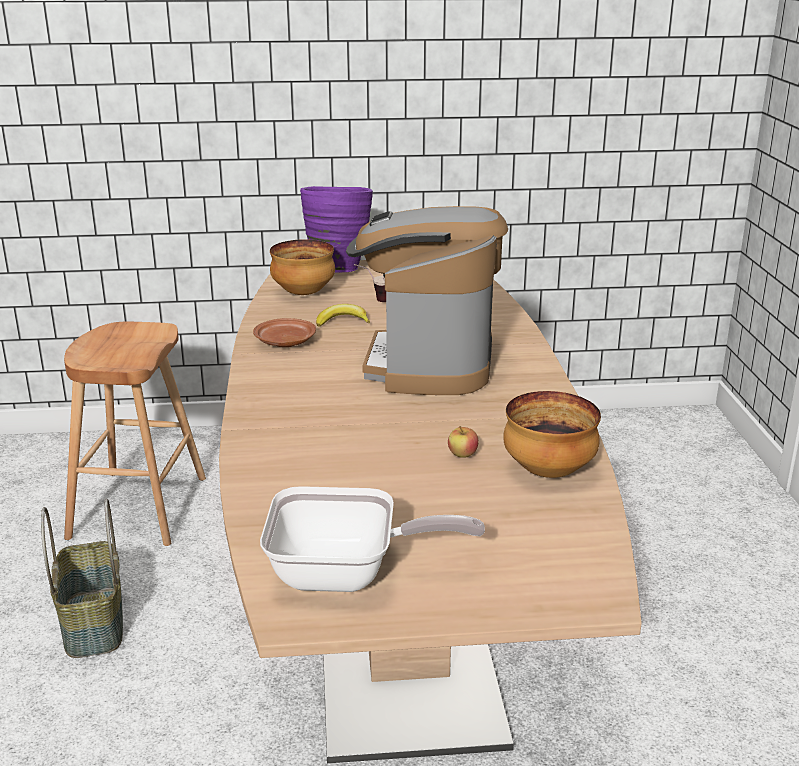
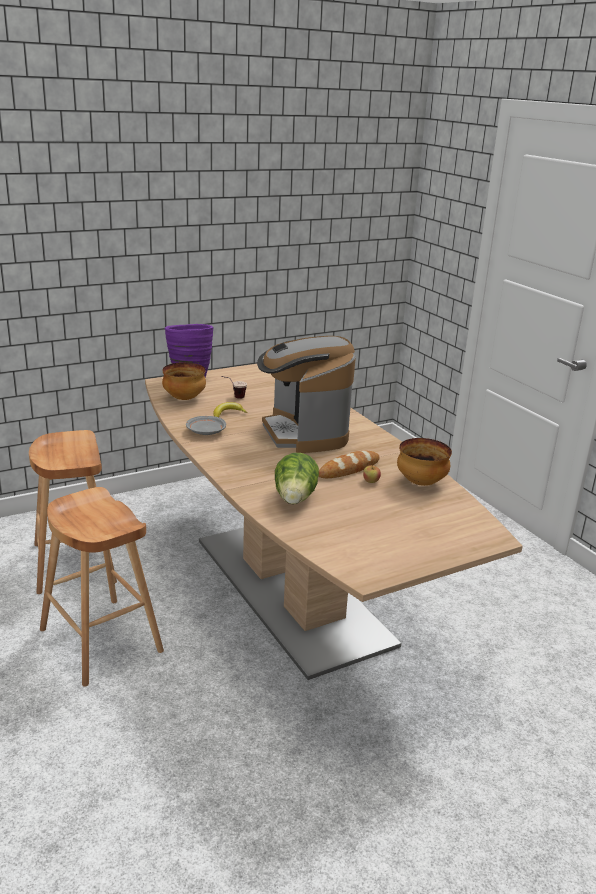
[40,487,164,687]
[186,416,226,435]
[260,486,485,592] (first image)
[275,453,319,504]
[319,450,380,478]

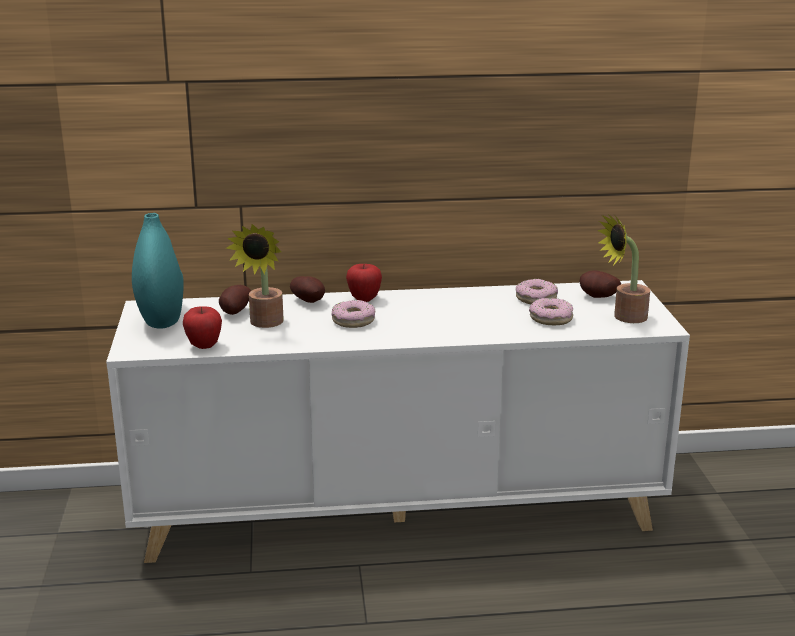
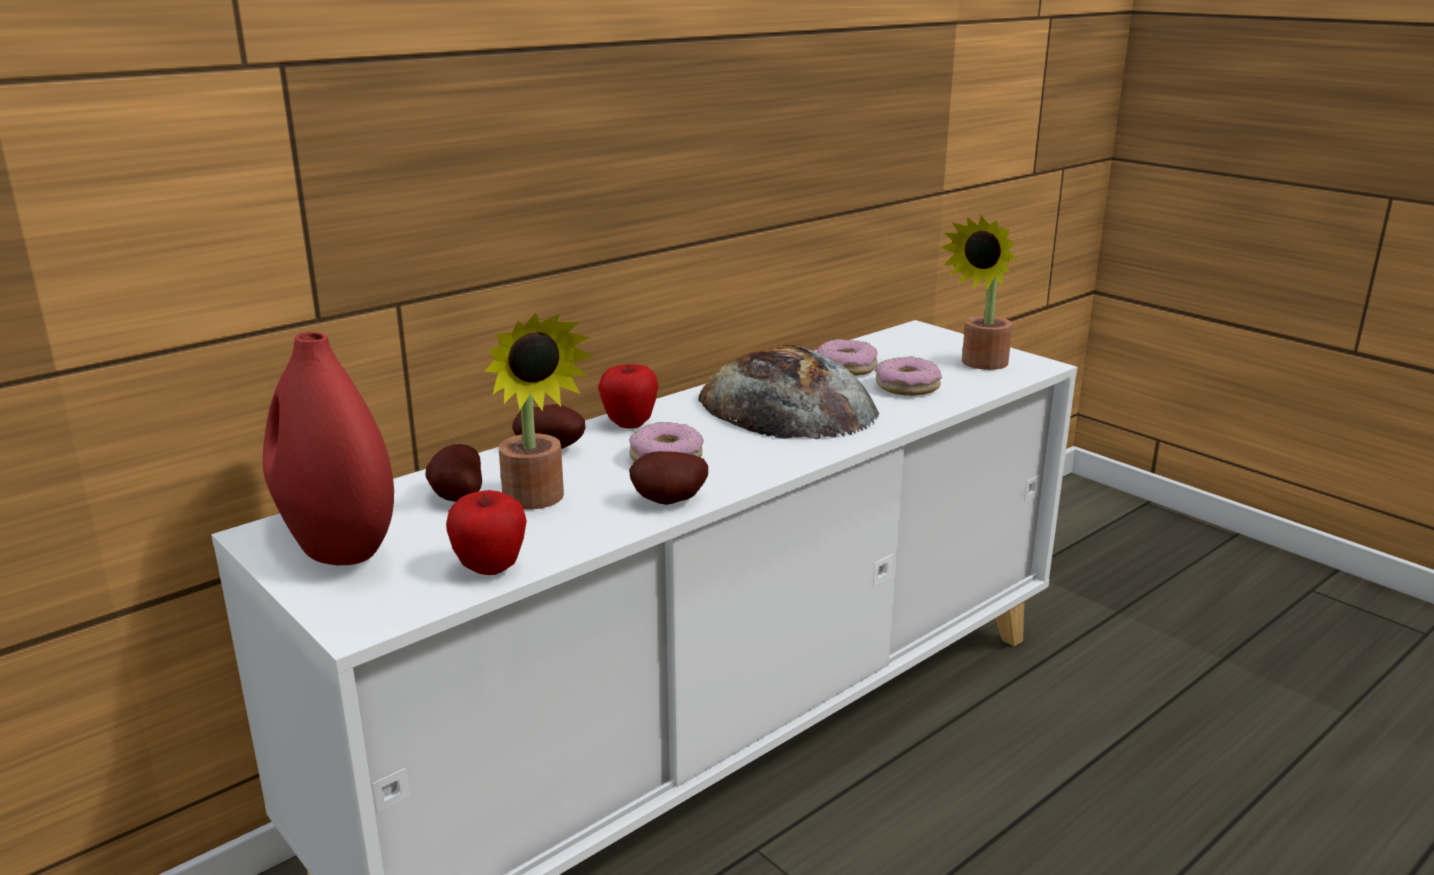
[263,332,394,565]
[629,451,708,505]
[698,345,879,439]

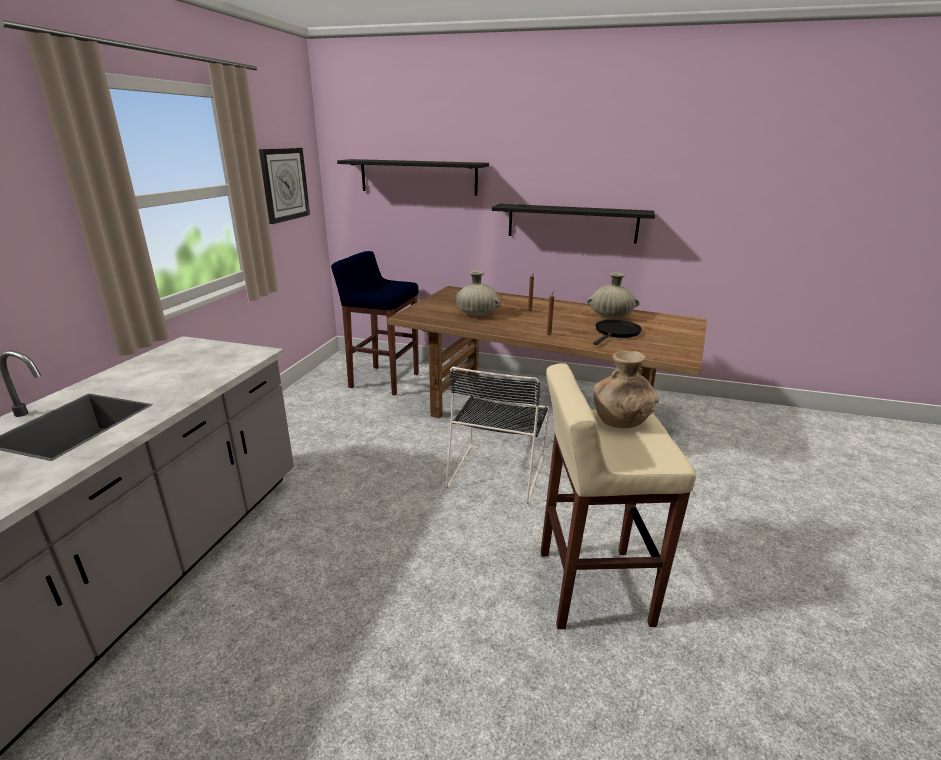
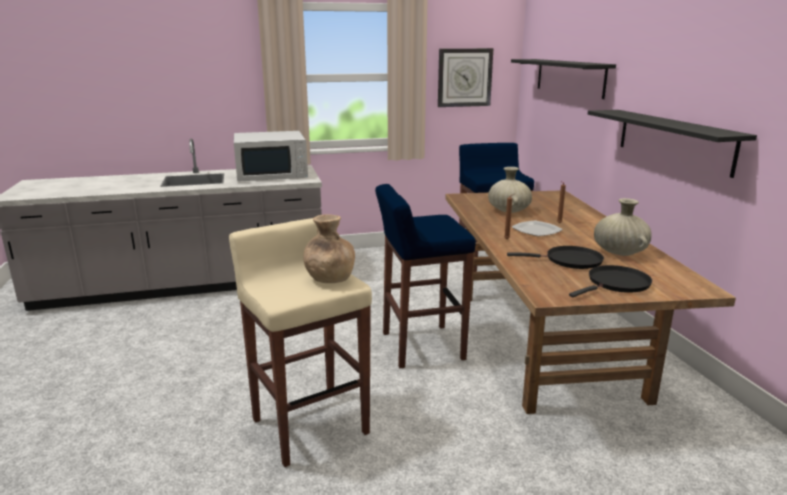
[375,184,476,368]
[234,131,308,182]
[512,220,563,236]
[569,265,652,297]

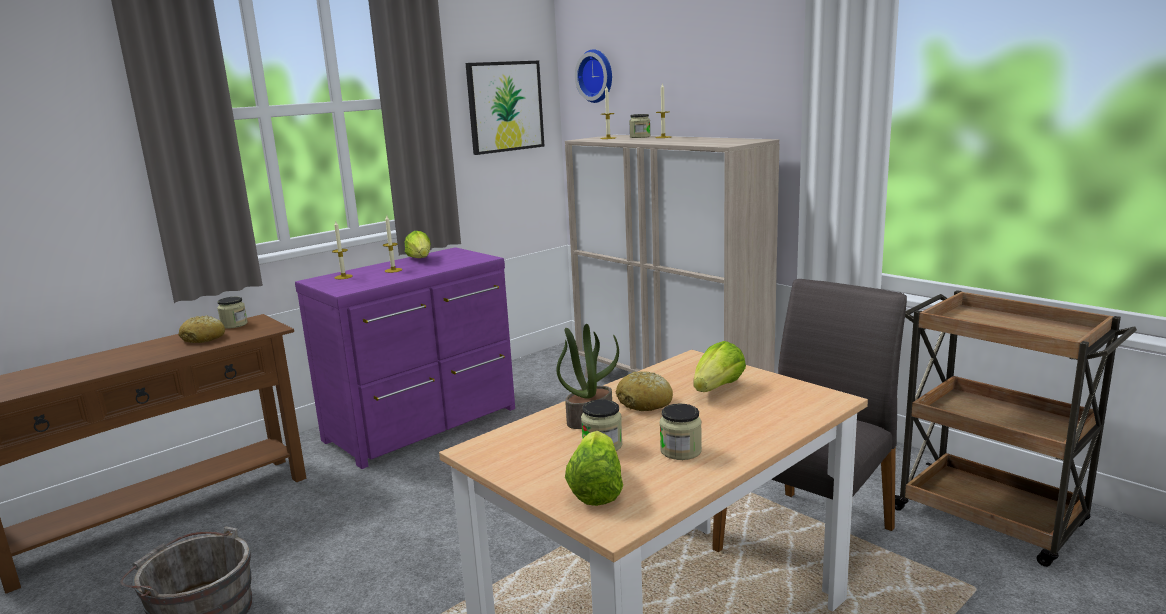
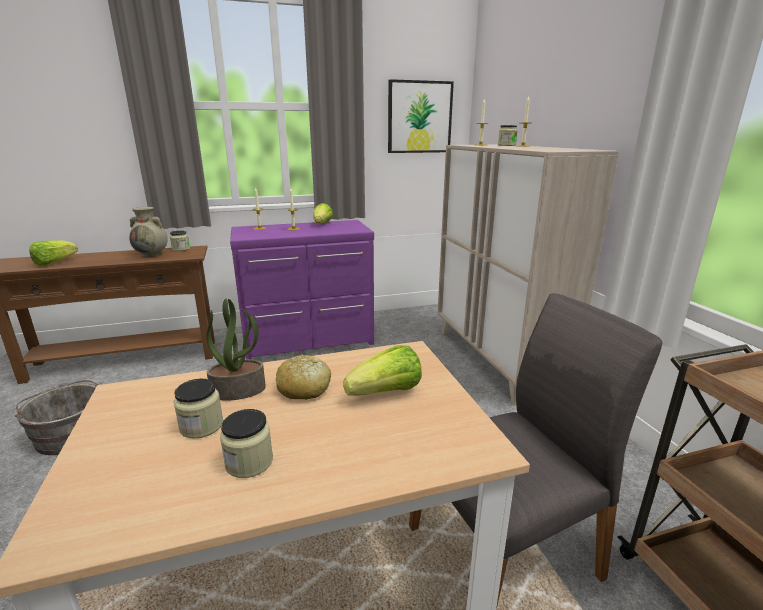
[129,207,168,257]
[29,240,78,266]
[575,49,612,103] (first image)

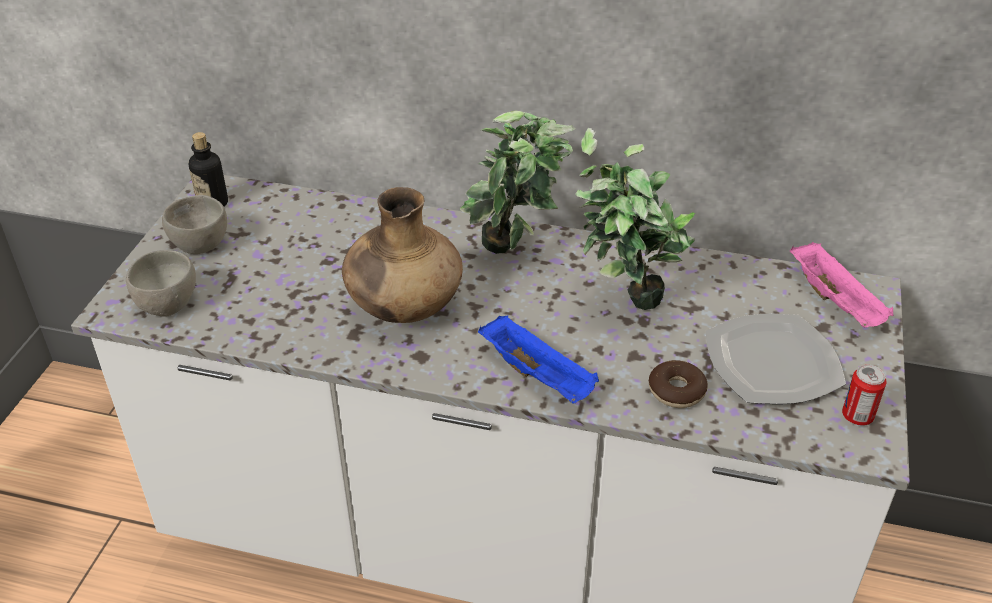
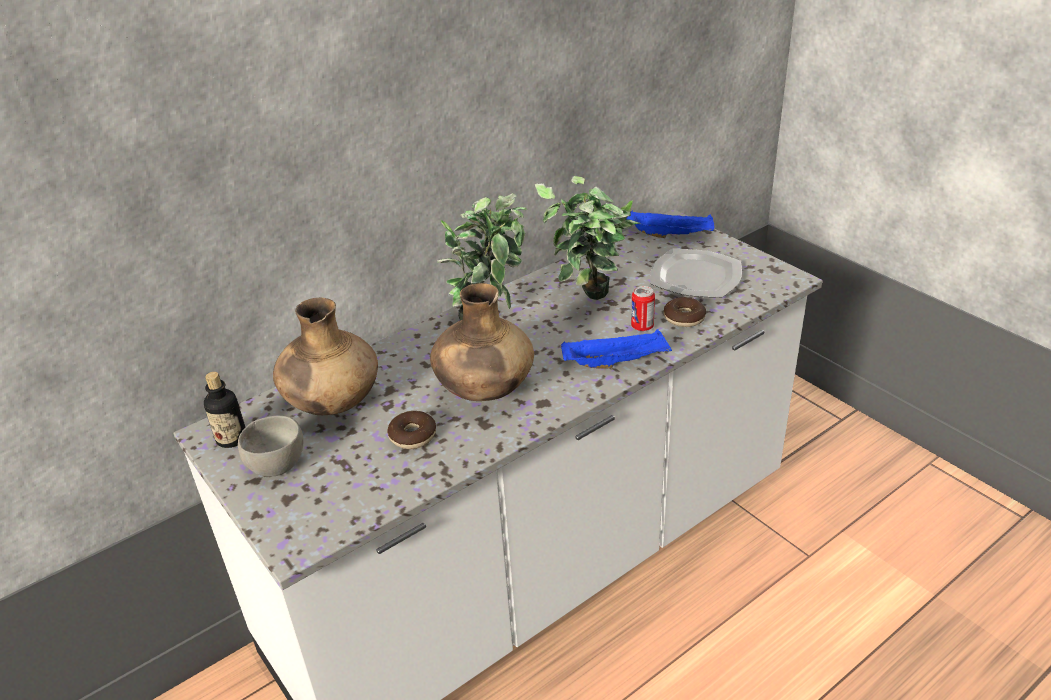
[126,250,196,317] (first image)
[626,210,714,238]
[631,286,655,331]
[273,298,378,415]
[387,411,436,449]

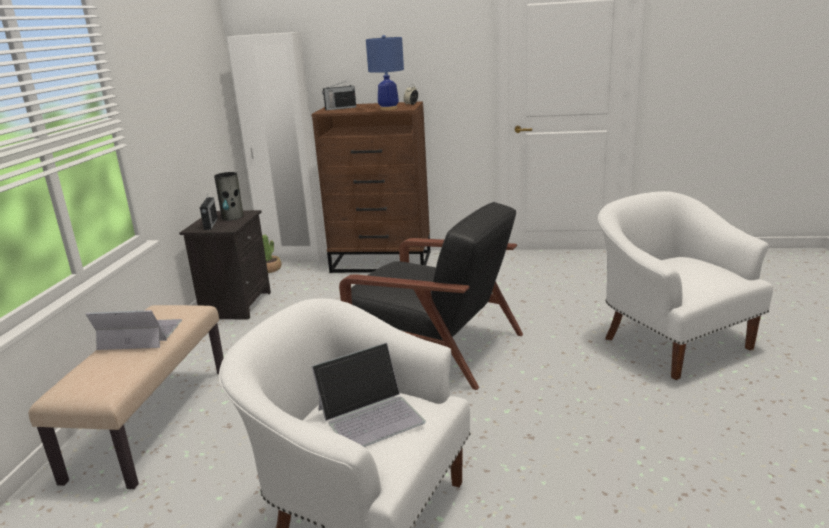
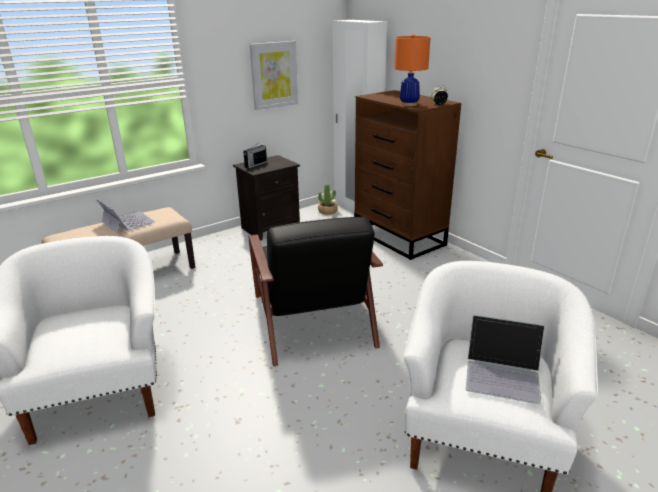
[214,172,244,220] (first image)
[466,315,545,404]
[322,81,356,110] (first image)
[394,34,430,106]
[250,41,298,110]

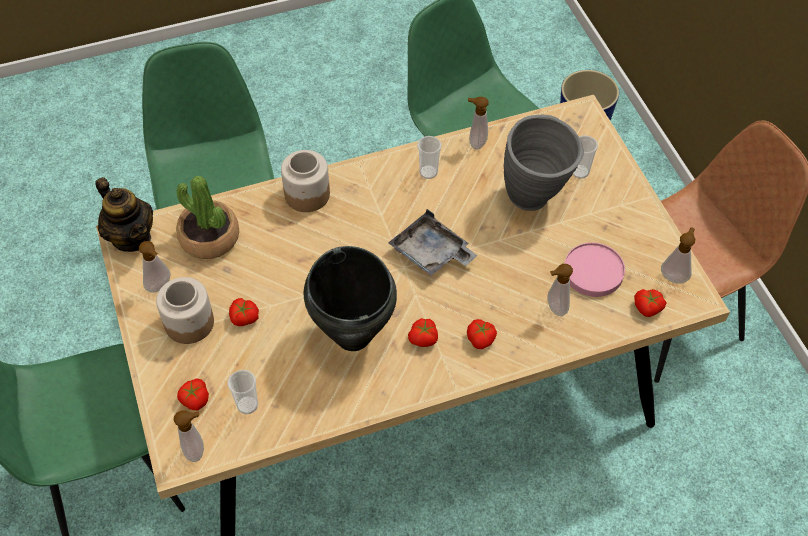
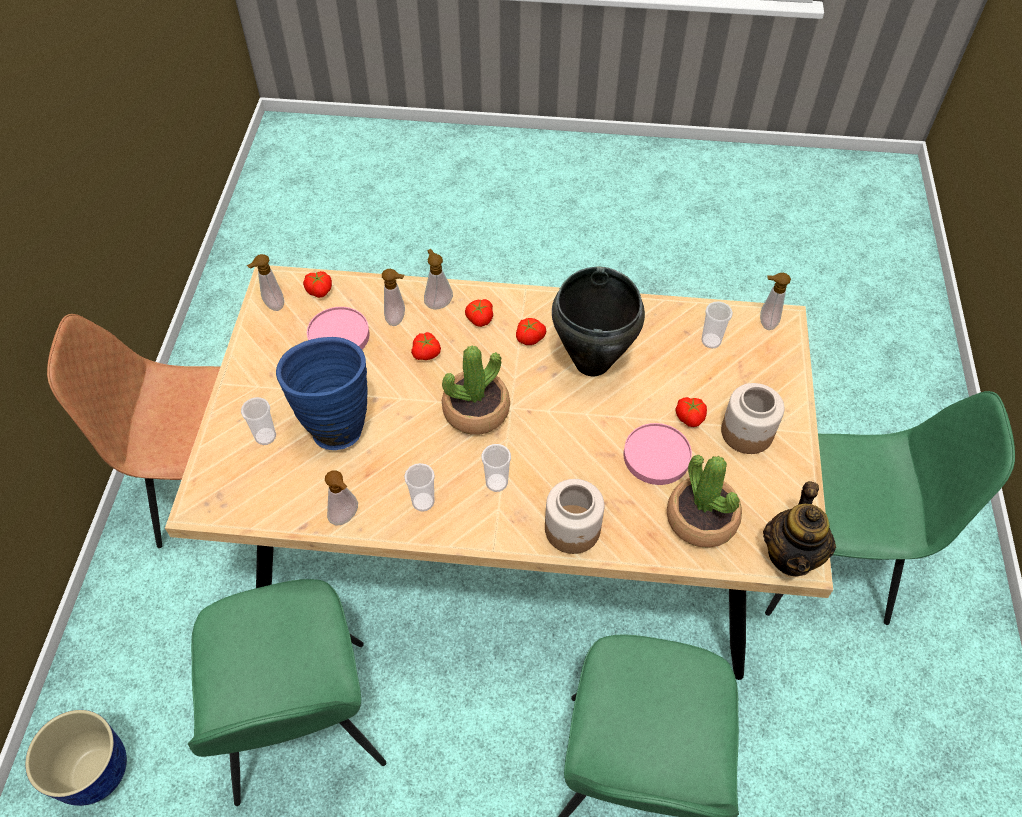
[763,481,836,577]
[424,249,453,309]
[411,332,441,360]
[442,346,510,435]
[276,337,368,450]
[481,444,511,492]
[624,423,692,485]

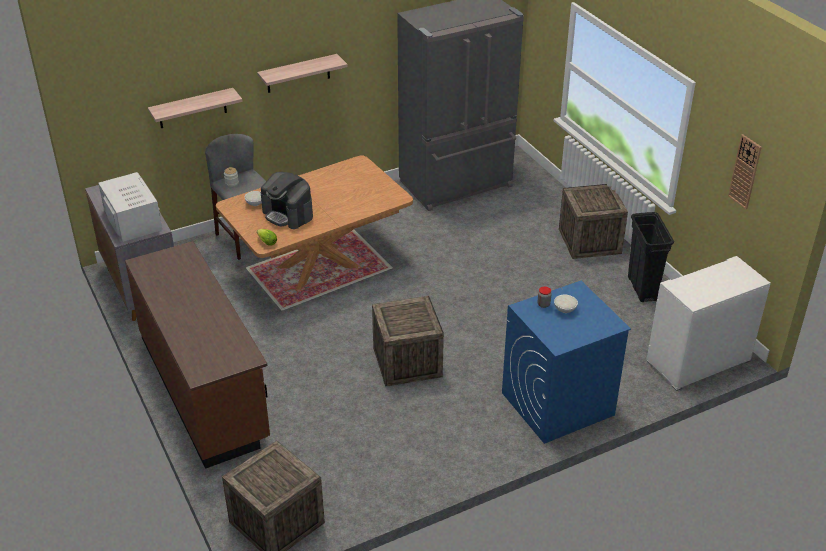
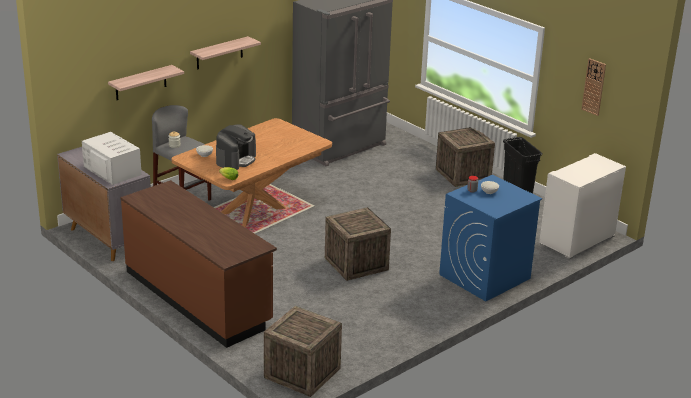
[216,125,256,170]

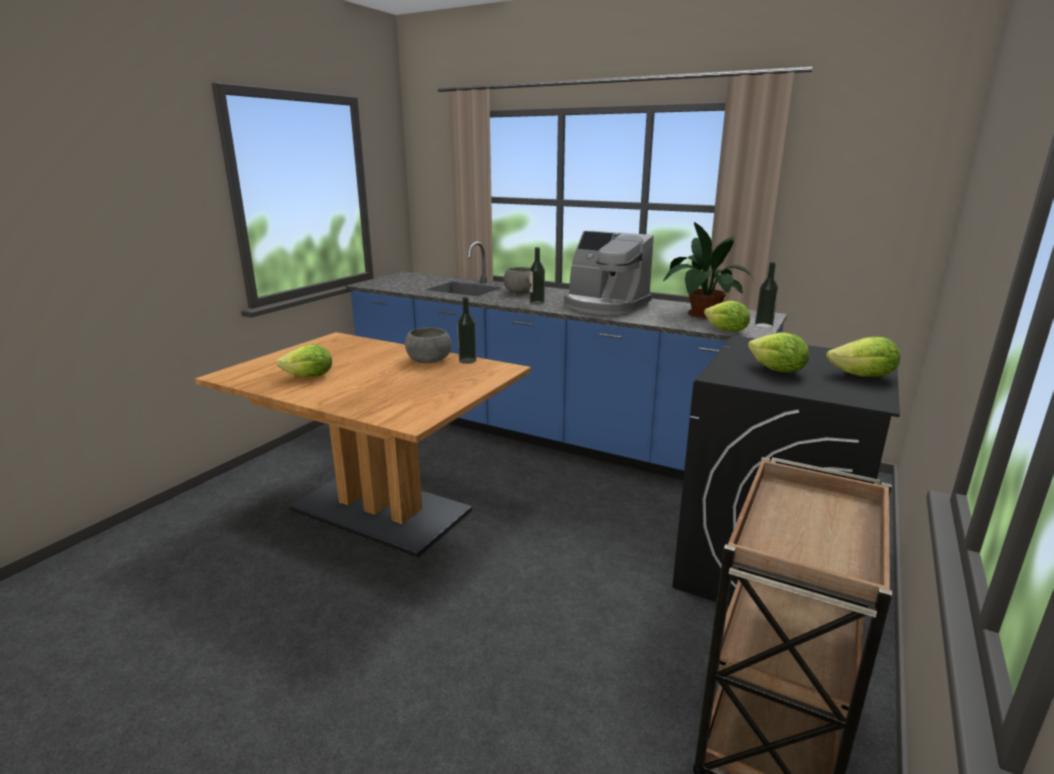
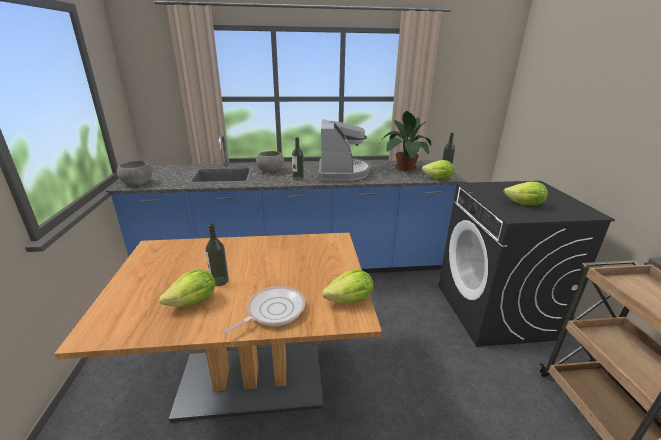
[117,161,152,186]
[205,223,229,286]
[319,119,371,181]
[322,269,373,304]
[223,286,306,334]

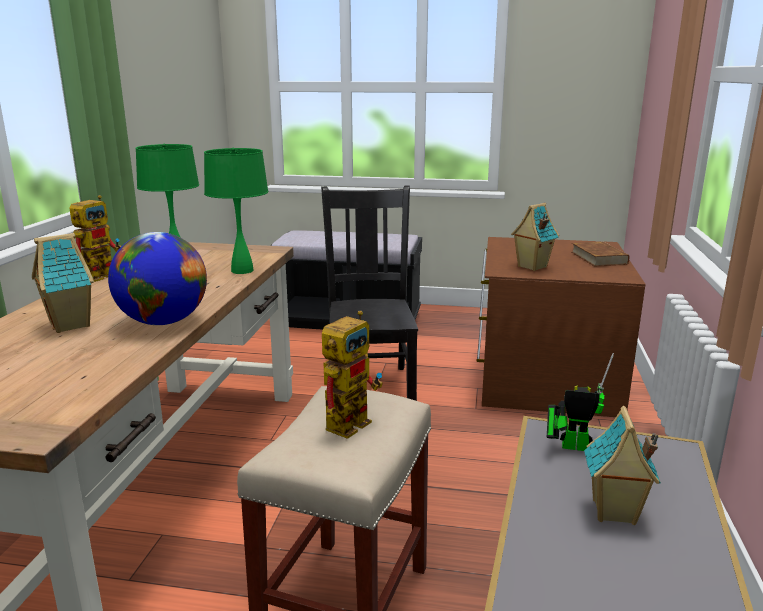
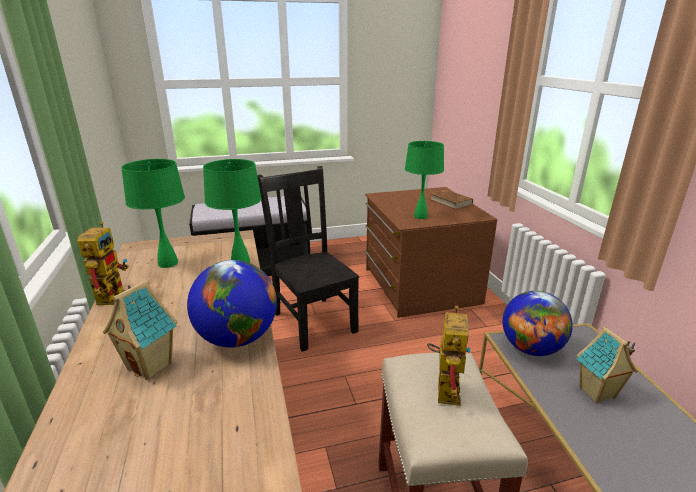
[405,141,444,219]
[502,291,573,356]

